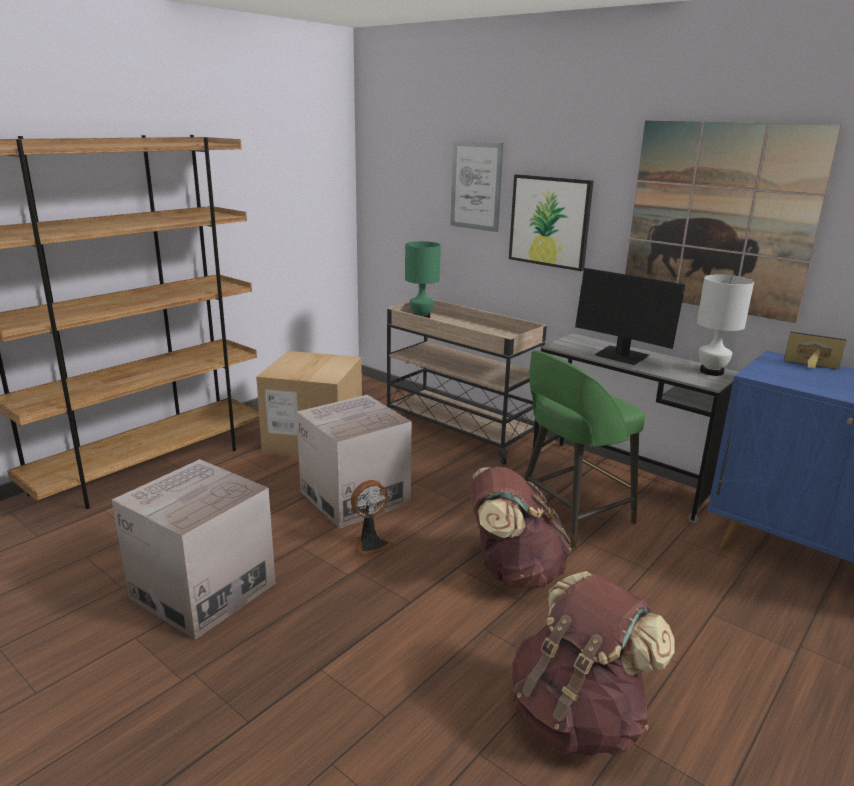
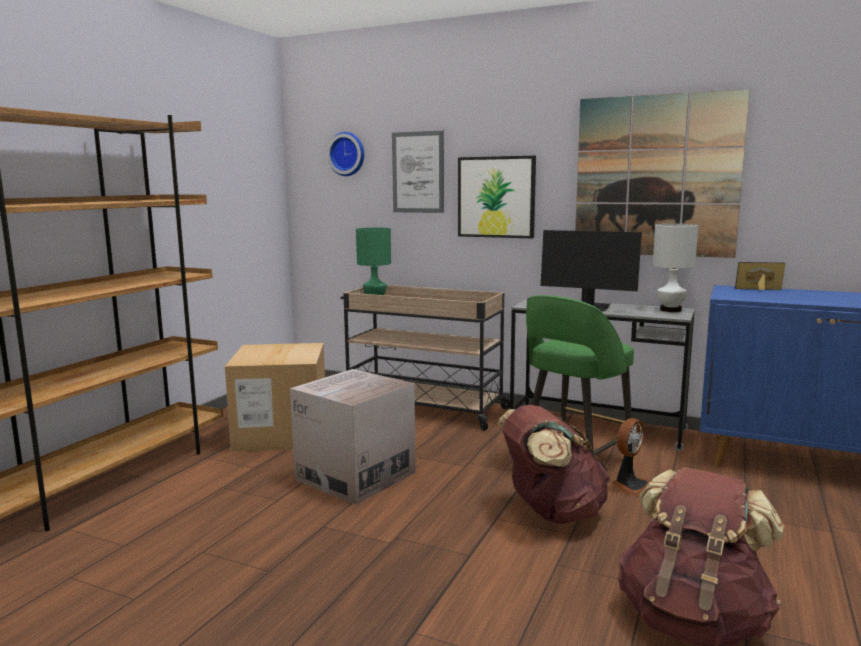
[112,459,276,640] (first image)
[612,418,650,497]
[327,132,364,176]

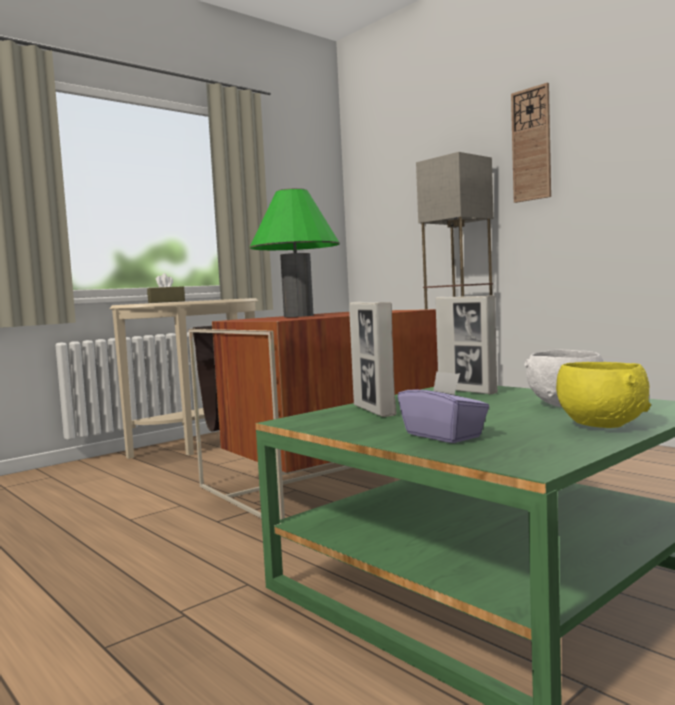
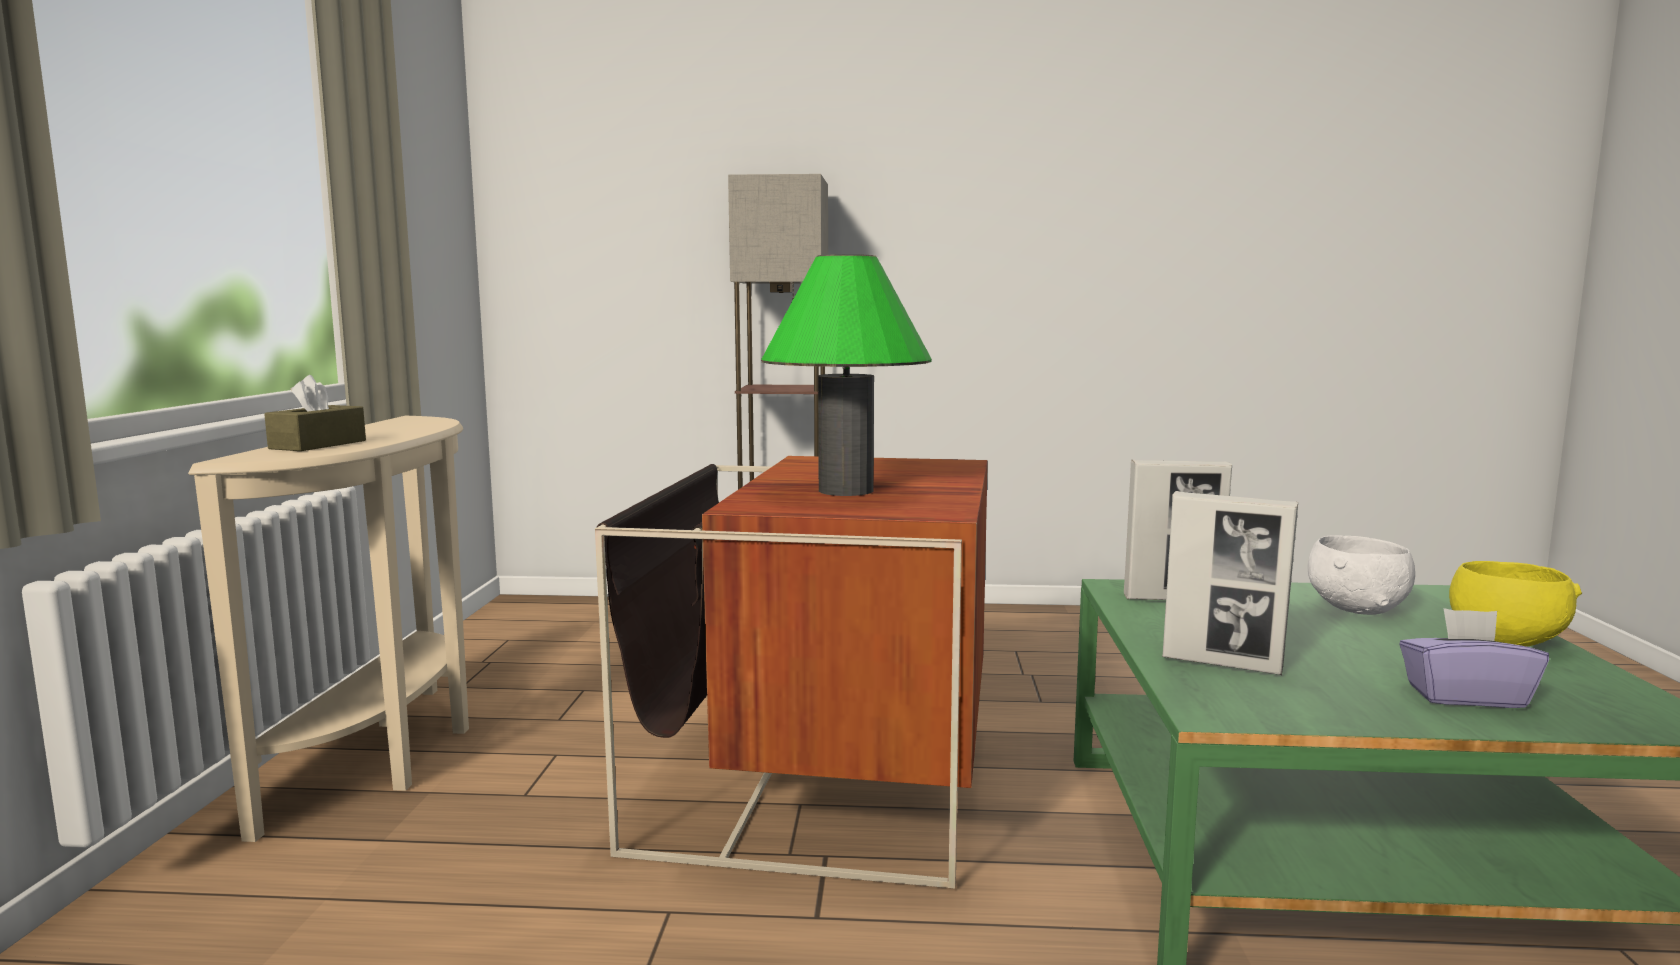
[511,83,551,203] (first image)

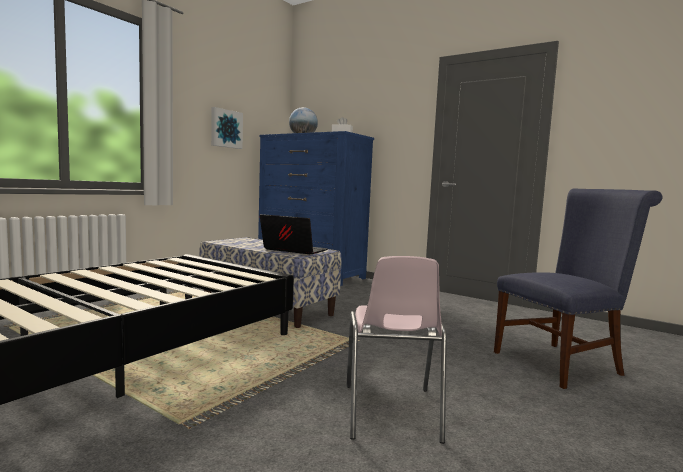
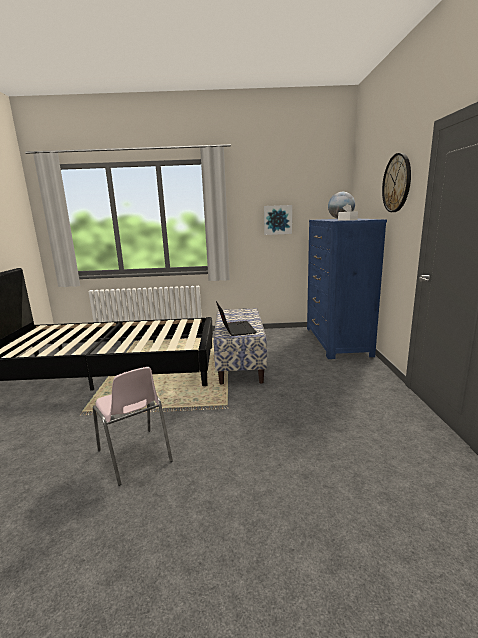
[93,367,173,486]
[494,188,663,389] (first image)
[382,153,411,212]

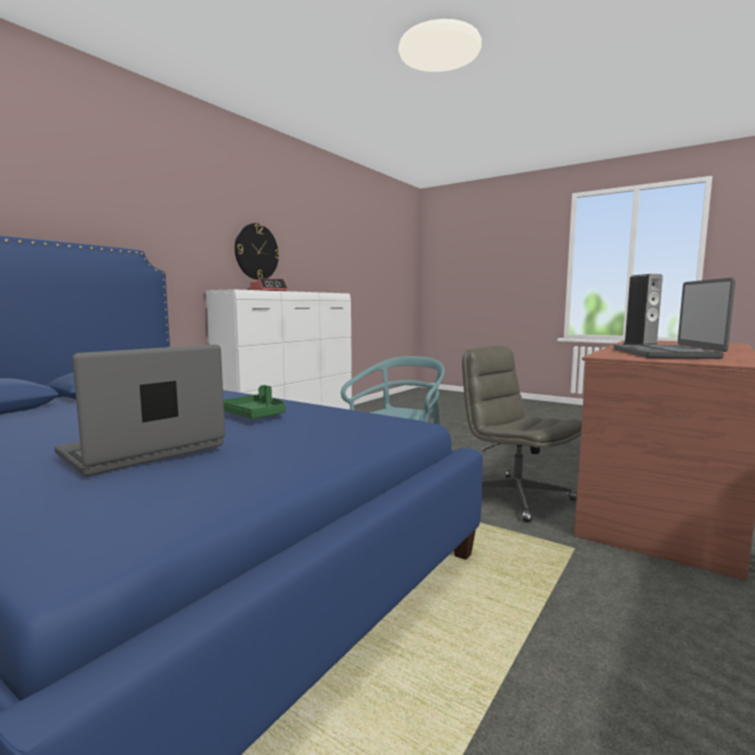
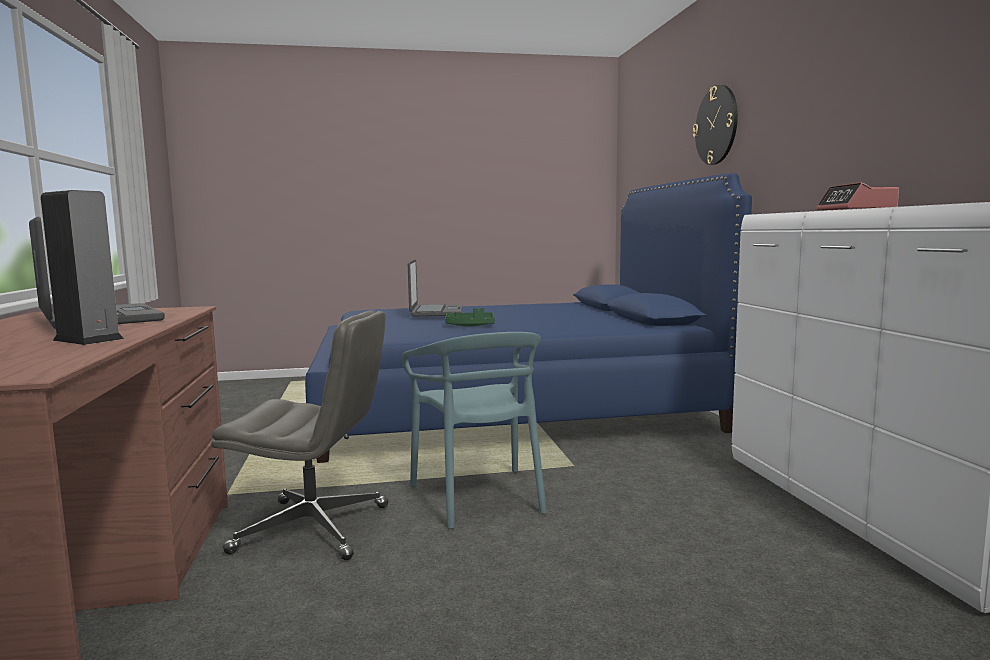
[693,85,738,165]

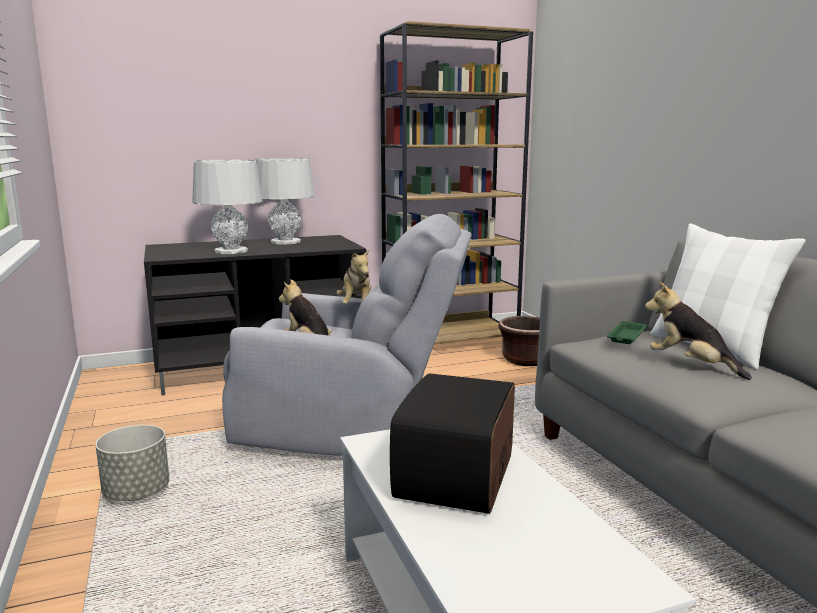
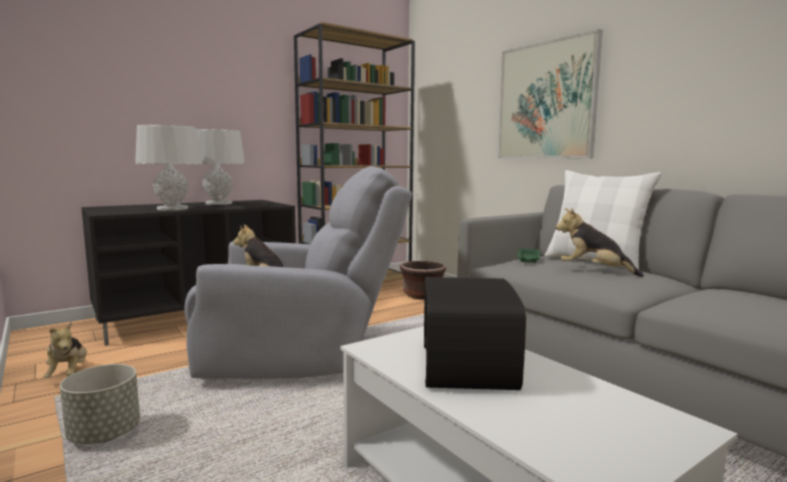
[43,322,87,378]
[498,29,603,158]

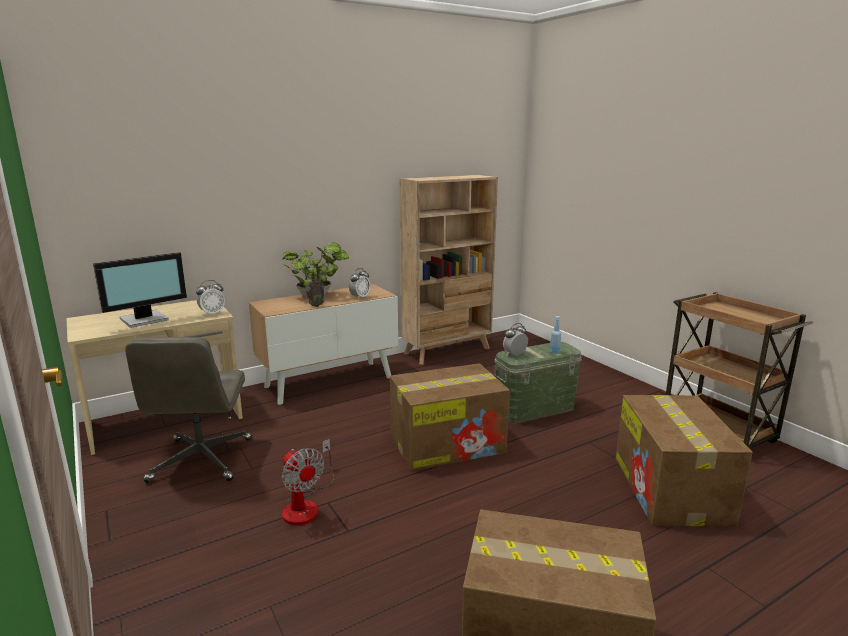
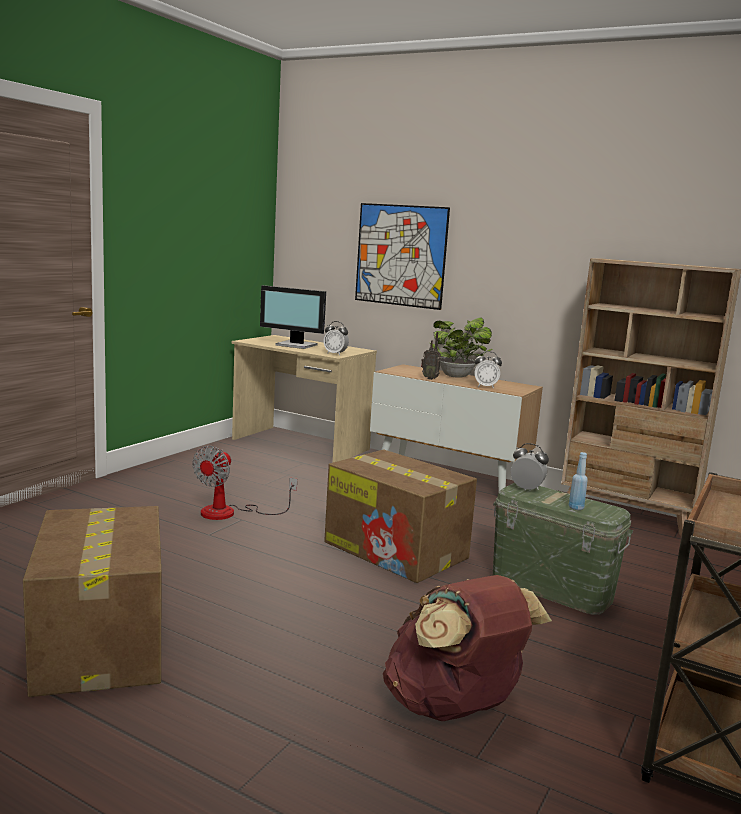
[125,337,252,483] (first image)
[383,575,552,721]
[355,203,450,310]

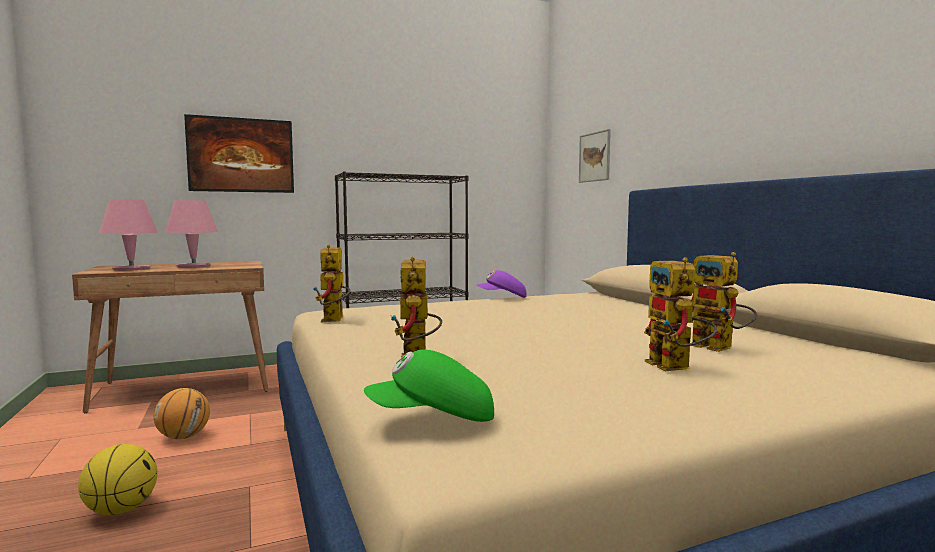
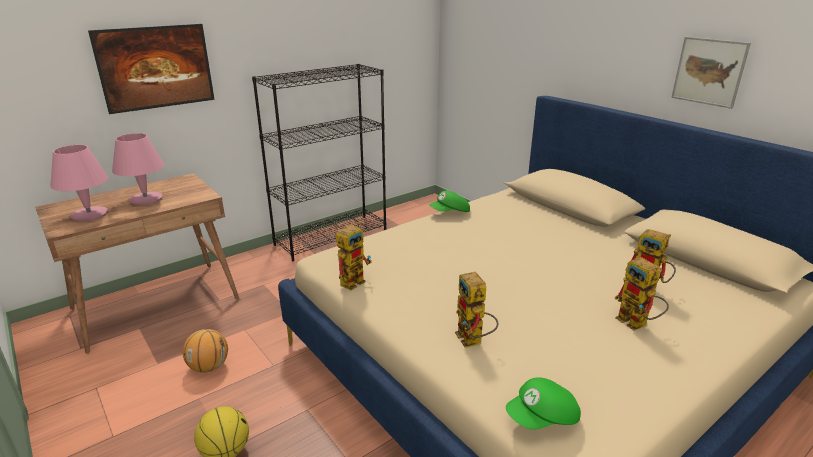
[336,222,372,290]
[429,190,470,212]
[671,37,751,109]

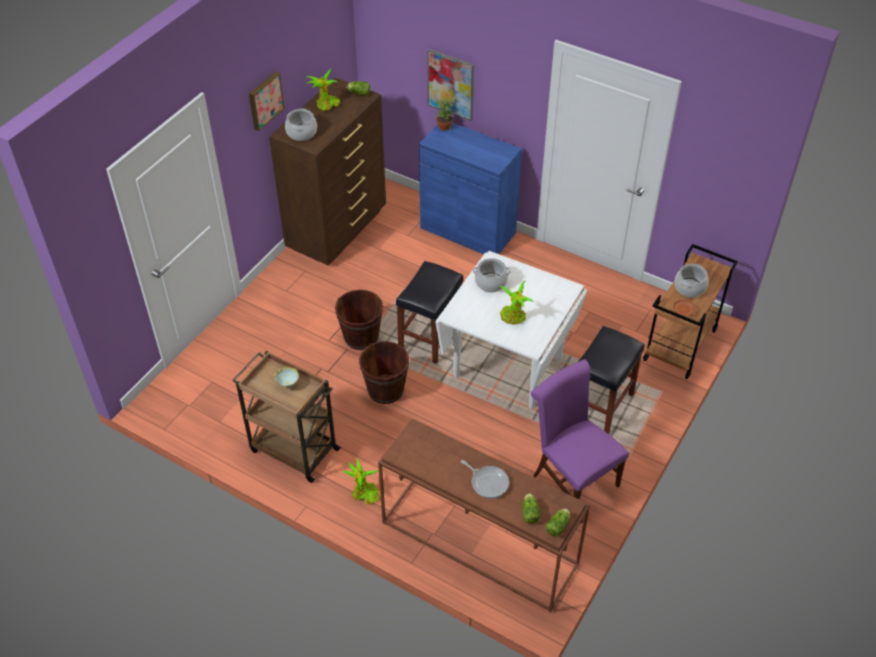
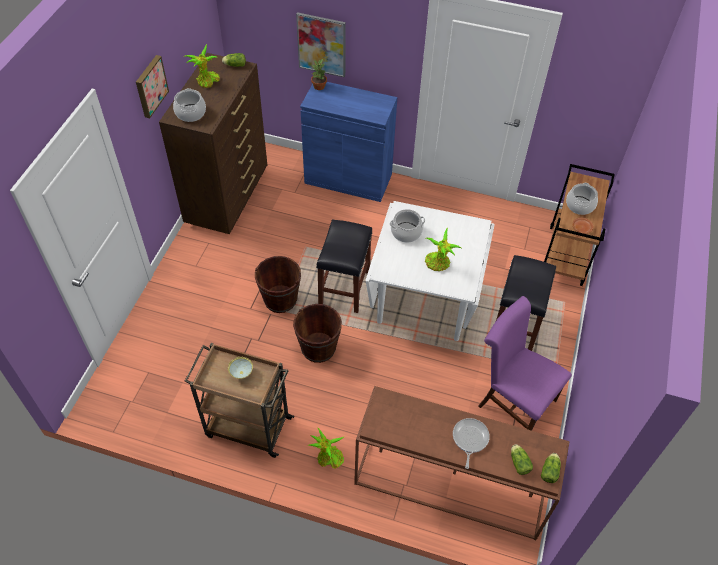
[453,418,490,469]

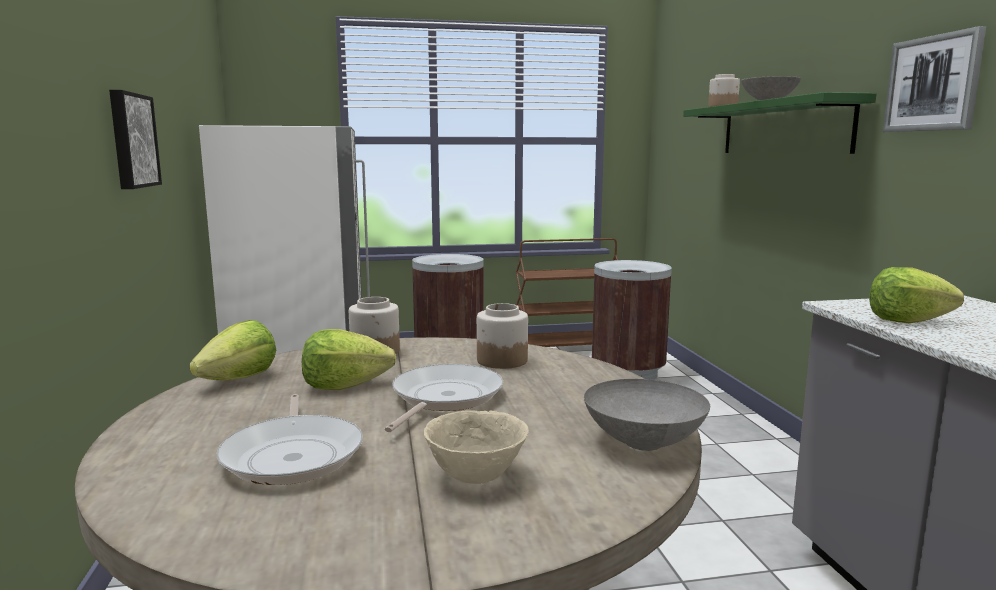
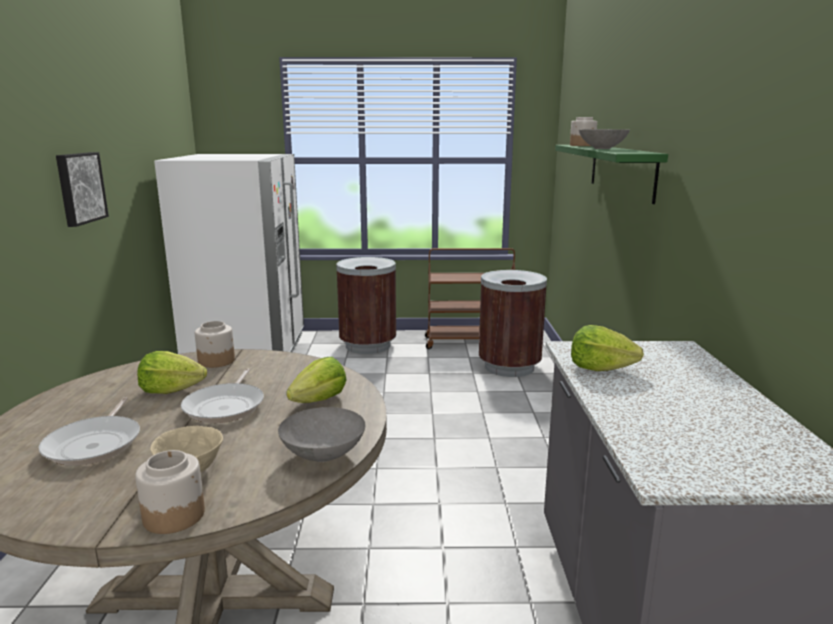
[286,357,346,403]
[181,369,264,423]
[135,450,205,534]
[883,26,986,132] (first image)

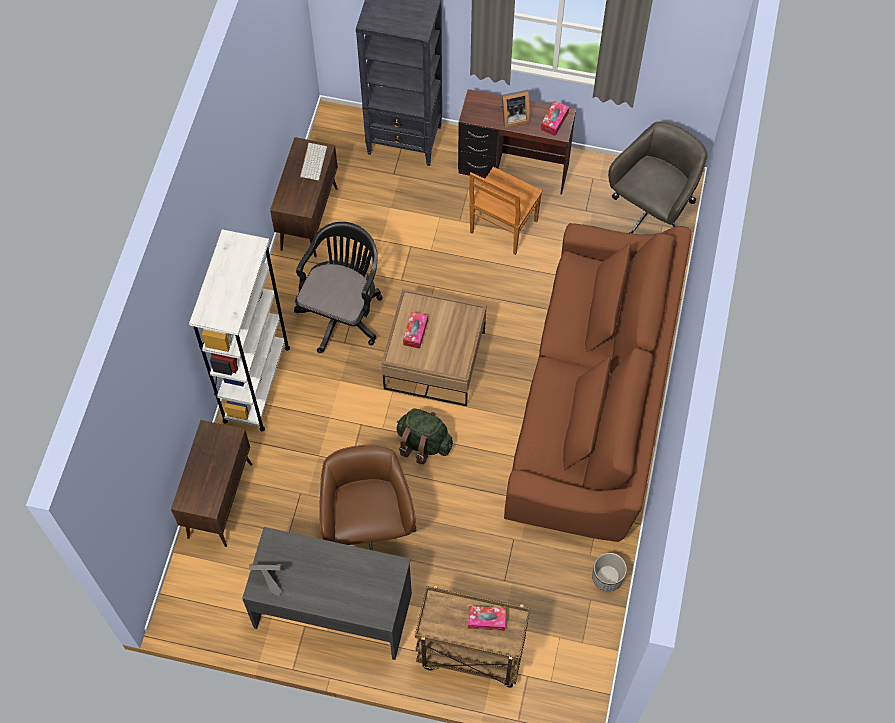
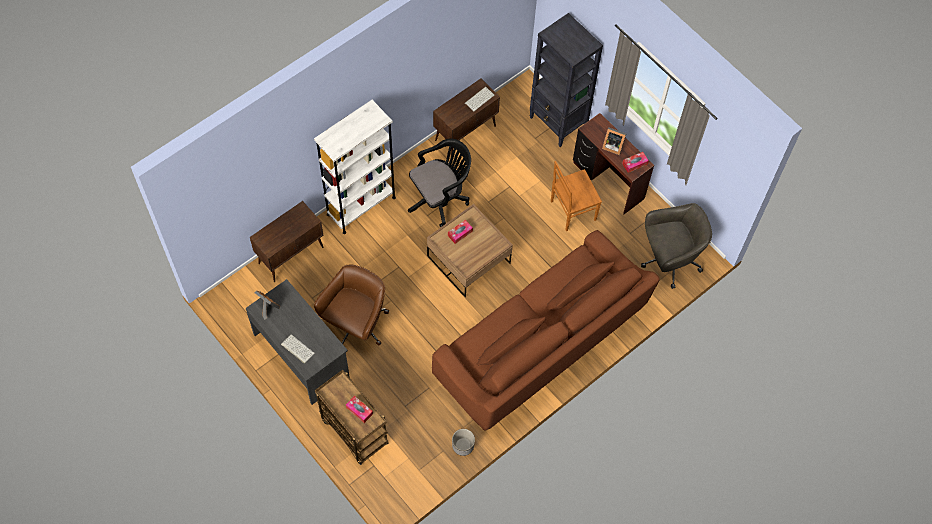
[397,408,453,464] (first image)
[281,335,315,364]

